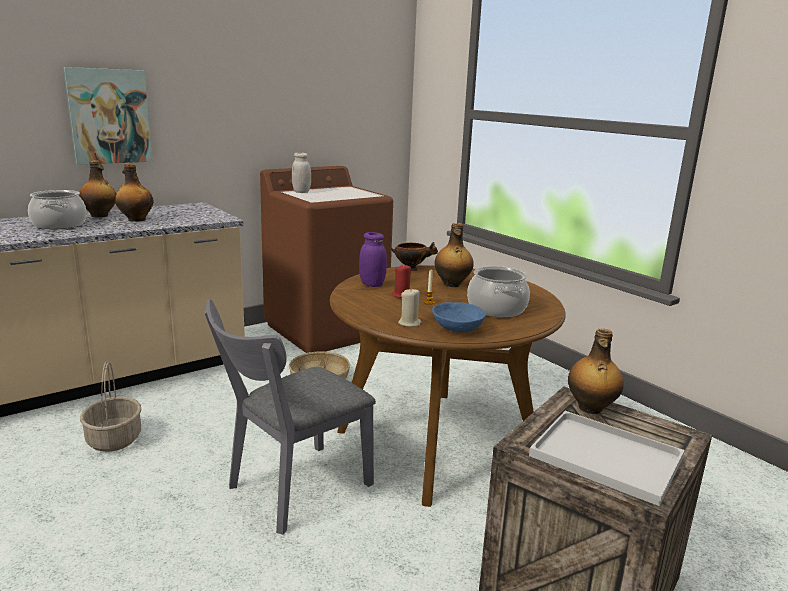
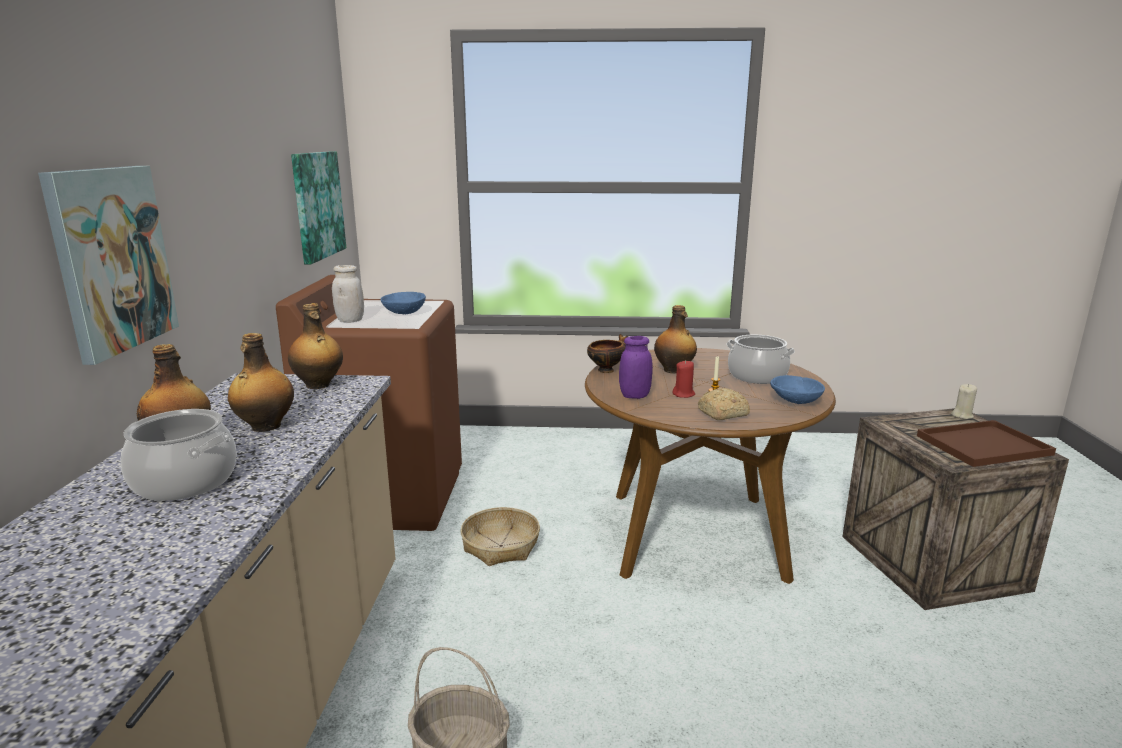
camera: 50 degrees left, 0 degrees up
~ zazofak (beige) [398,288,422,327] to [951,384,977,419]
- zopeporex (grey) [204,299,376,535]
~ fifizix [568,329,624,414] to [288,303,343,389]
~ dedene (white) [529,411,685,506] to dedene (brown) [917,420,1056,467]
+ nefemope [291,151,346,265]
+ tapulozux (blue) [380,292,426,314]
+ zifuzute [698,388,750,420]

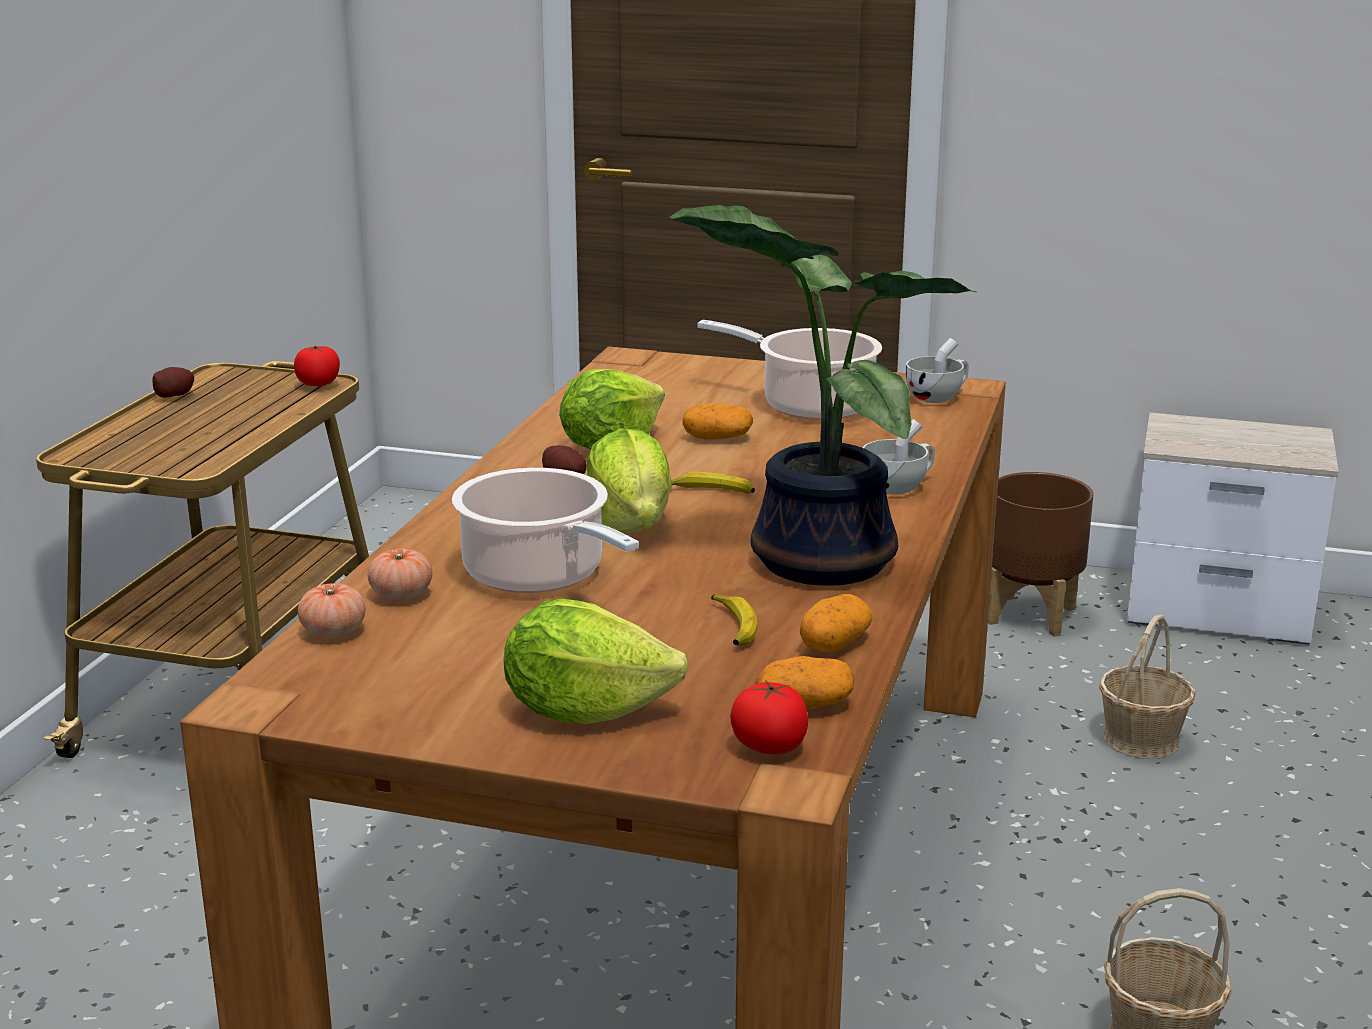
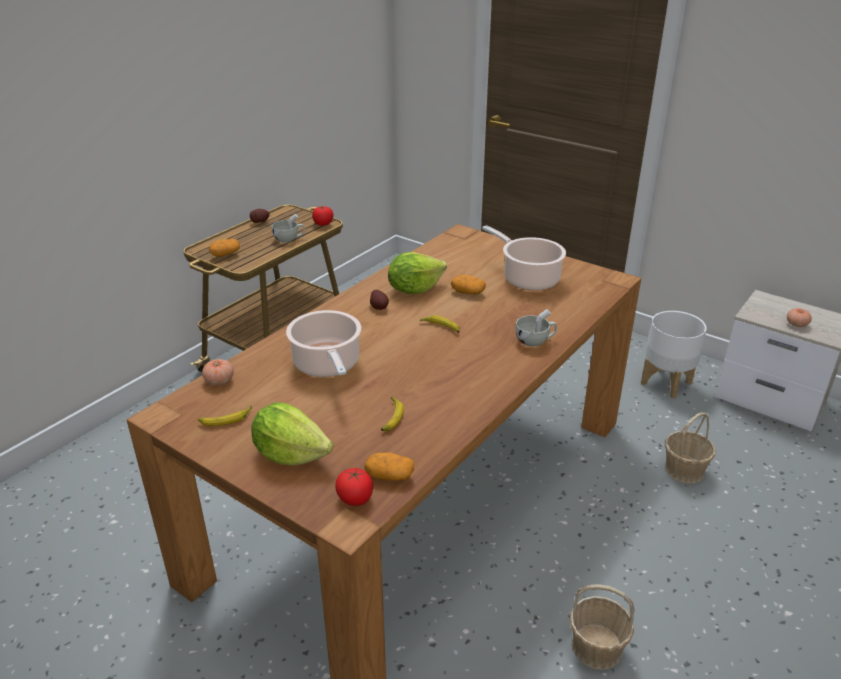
camera: 20 degrees right, 10 degrees up
- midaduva [669,205,977,586]
~ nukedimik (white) [905,338,969,403] to [272,214,305,243]
- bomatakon [587,428,672,532]
~ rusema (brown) [988,472,1093,637] to rusema (white) [641,311,707,398]
~ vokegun [368,549,433,600] to [787,308,812,327]
~ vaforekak [800,594,873,653] to [209,239,240,257]
+ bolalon [198,406,252,426]

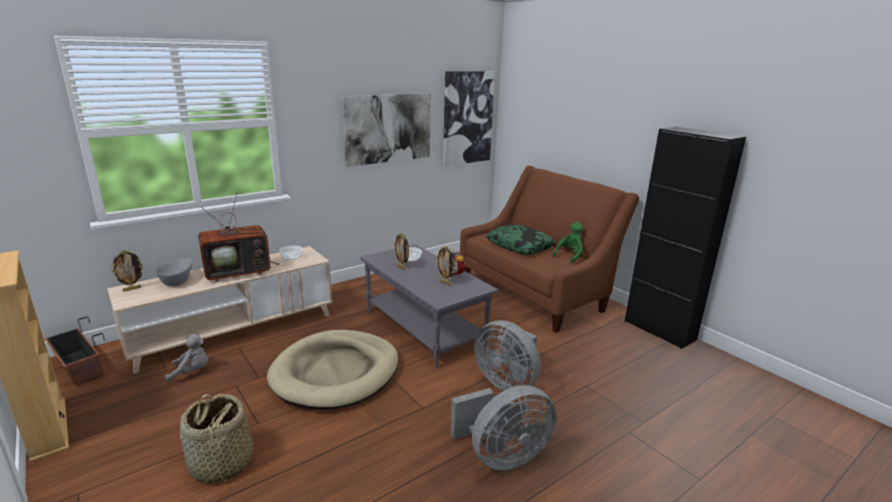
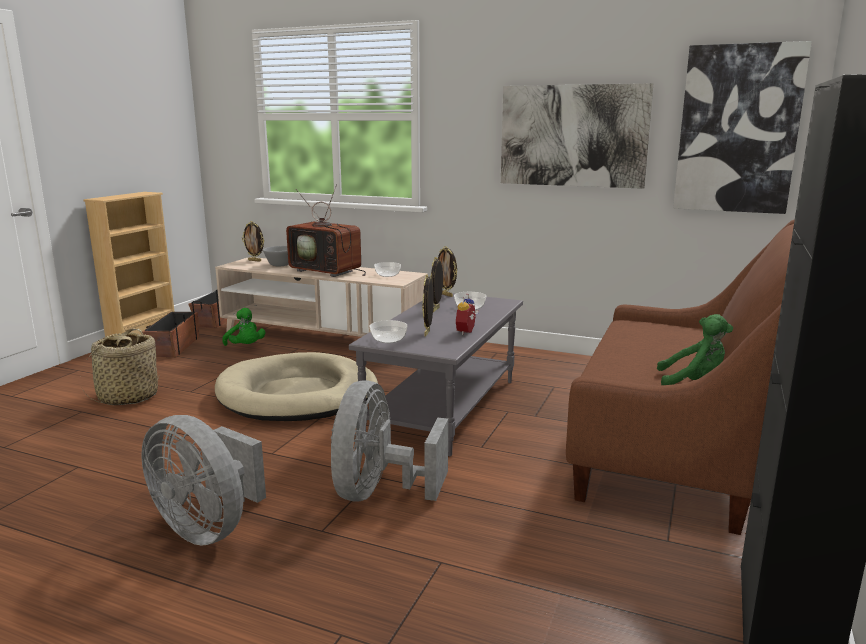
camera: 60 degrees right, 5 degrees down
- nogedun [486,224,555,255]
~ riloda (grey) [165,334,208,382] to riloda (green) [222,308,266,346]
+ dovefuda [437,246,457,297]
+ rusema [142,301,202,357]
+ tapulozux [369,320,407,343]

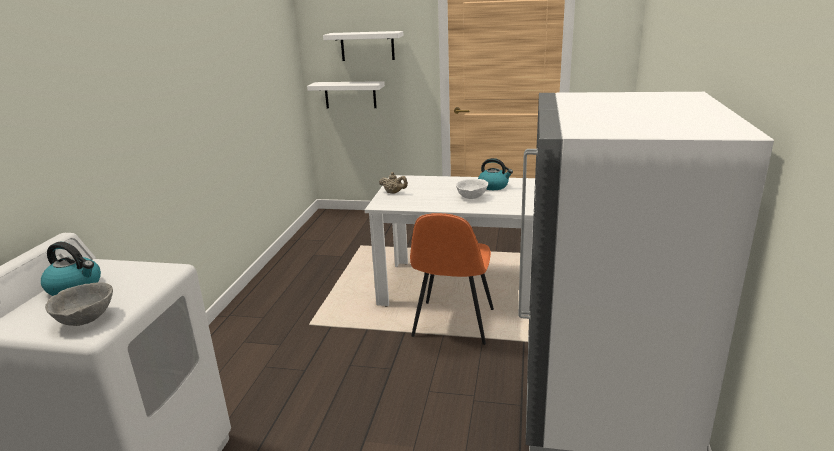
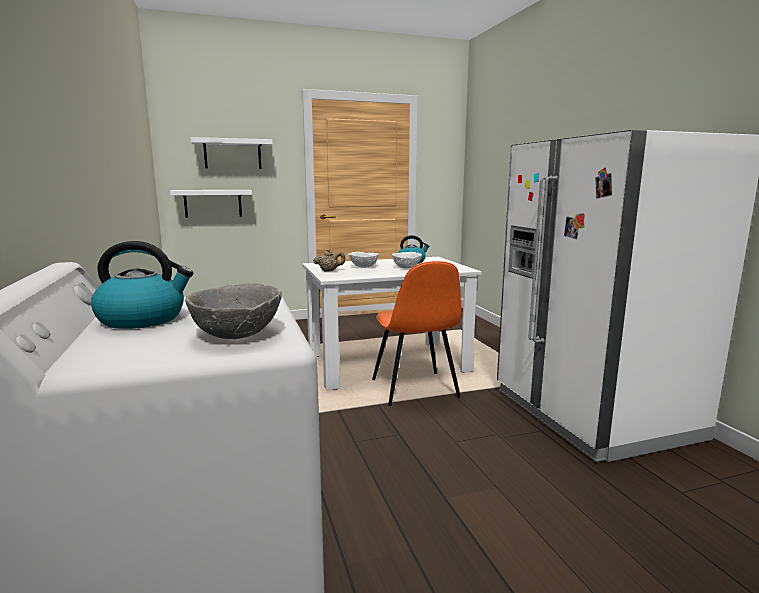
camera: 30 degrees left, 10 degrees down
+ tapulozux (white) [348,252,379,268]

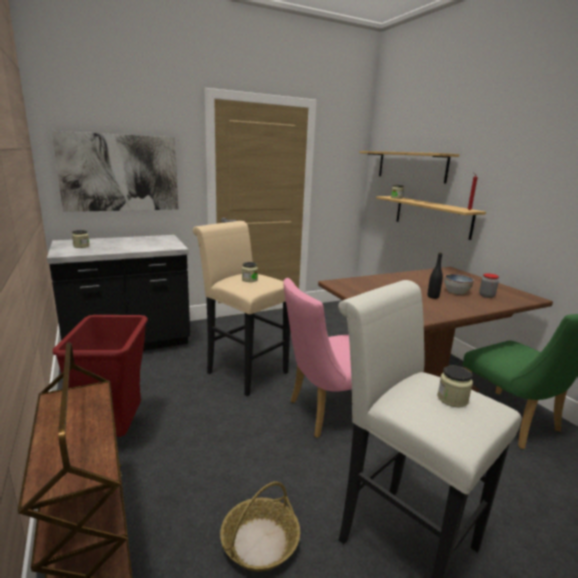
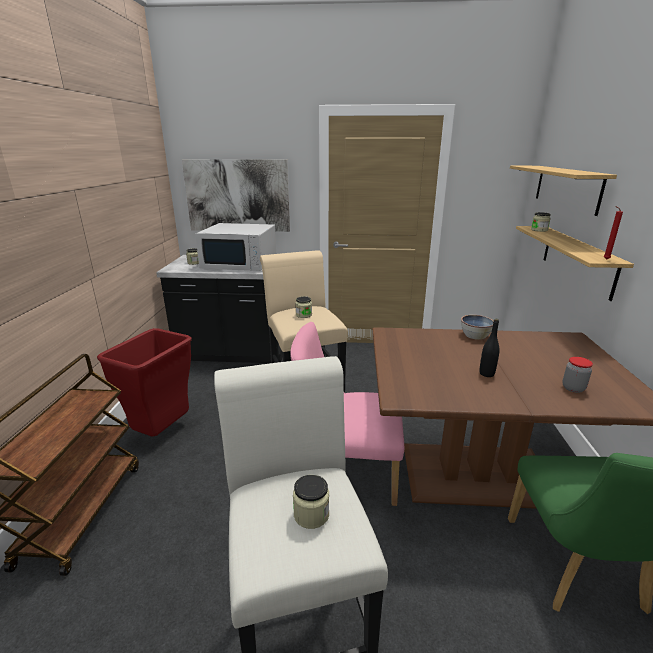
camera: 30 degrees right, 5 degrees up
~ tapulozux [444,274,474,294] to [461,315,493,340]
- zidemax [220,482,300,572]
+ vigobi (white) [195,223,276,271]

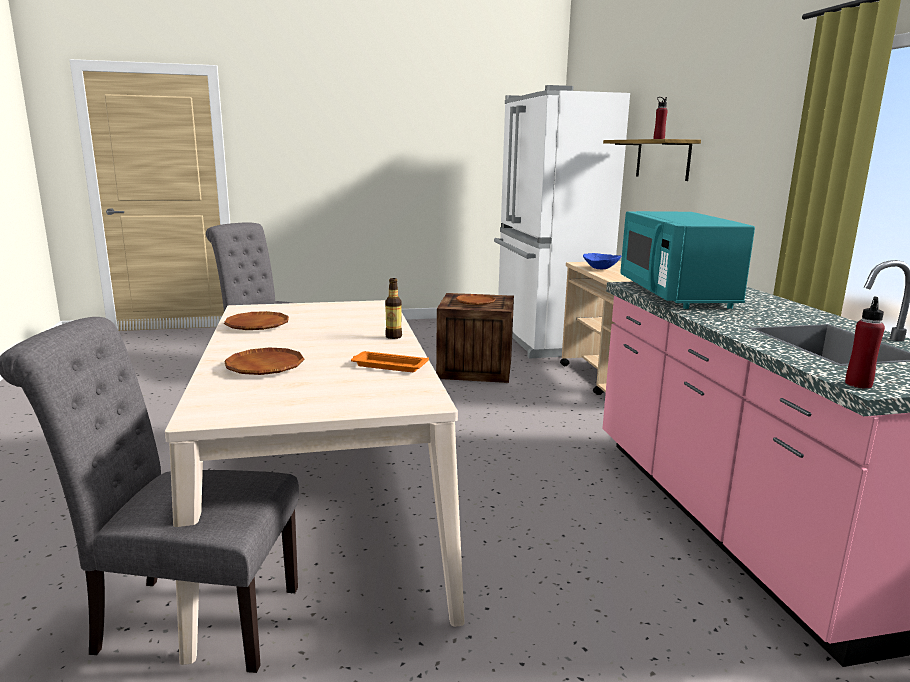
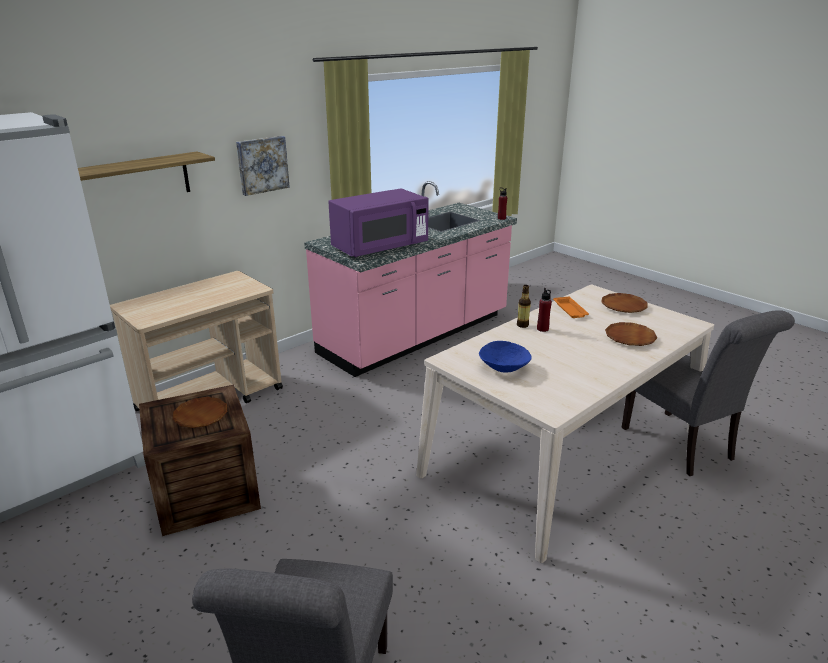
camera: 120 degrees left, 10 degrees up
~ fifizix (red) [654,97,668,139] to [537,288,552,332]
~ vigobi (turquoise) [620,211,755,309] to vigobi (purple) [328,188,429,257]
~ tapulozux (blue) [583,253,621,269] to [479,341,532,373]
~ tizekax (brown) [224,311,289,330] to [601,293,648,313]
+ nefemope [236,136,290,196]

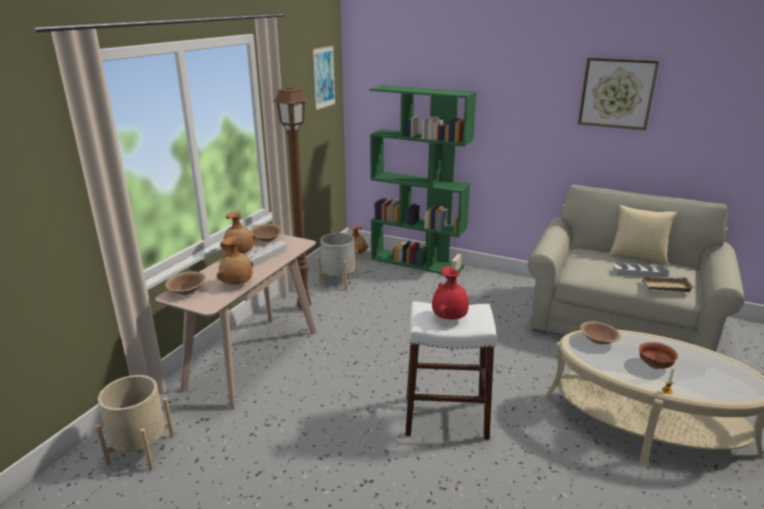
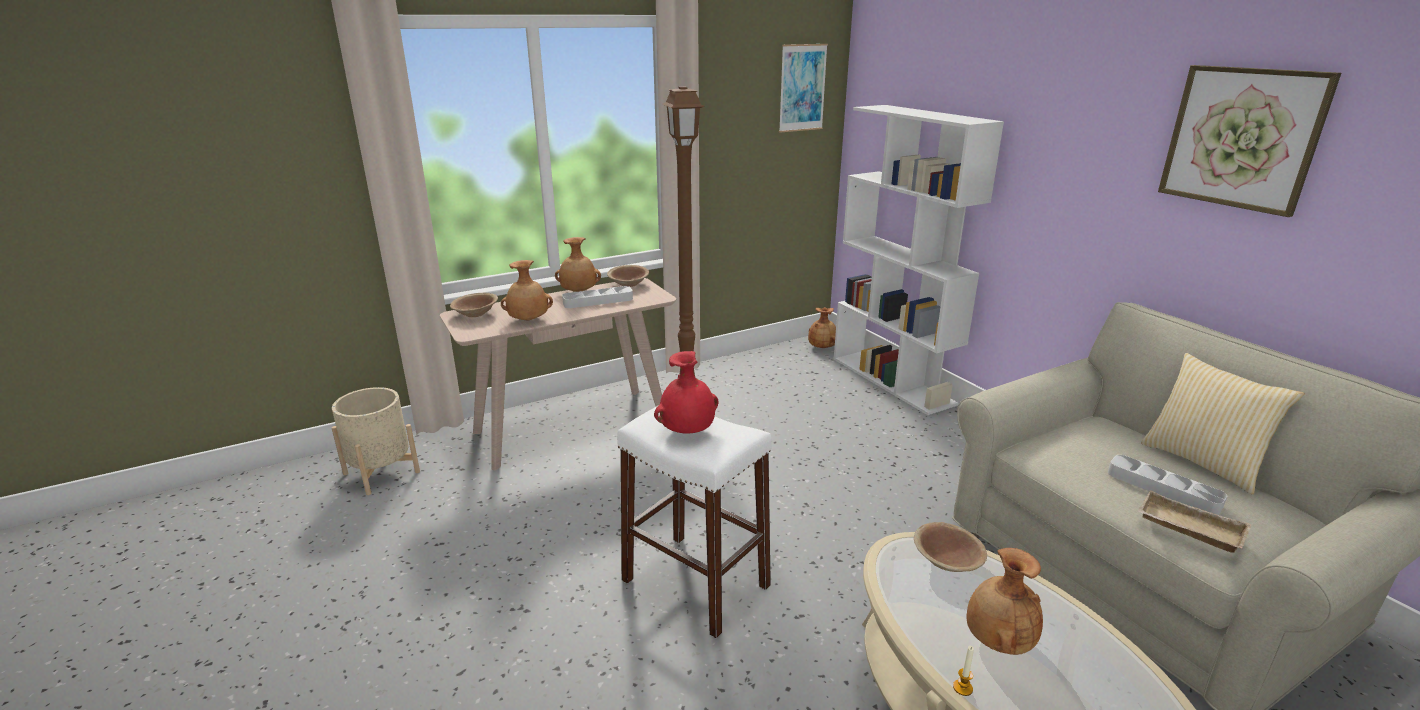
camera: 35 degrees right, 0 degrees up
~ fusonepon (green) [370,85,477,274] to fusonepon (white) [834,105,1004,415]
- rusema (grey) [317,233,359,290]
~ tapulozux [639,342,678,369] to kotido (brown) [967,548,1043,655]

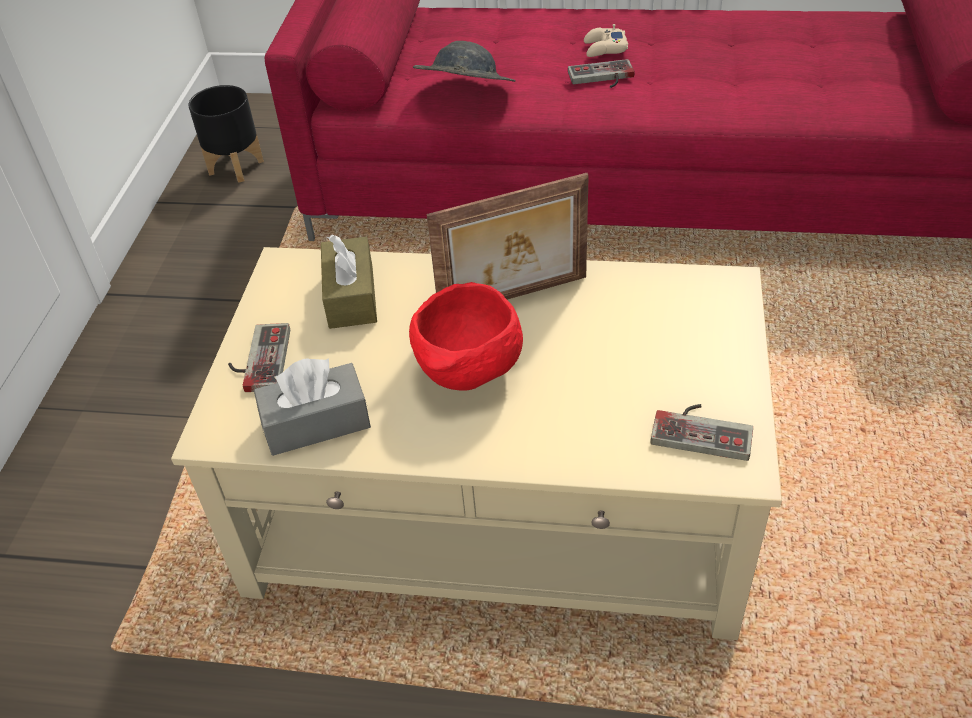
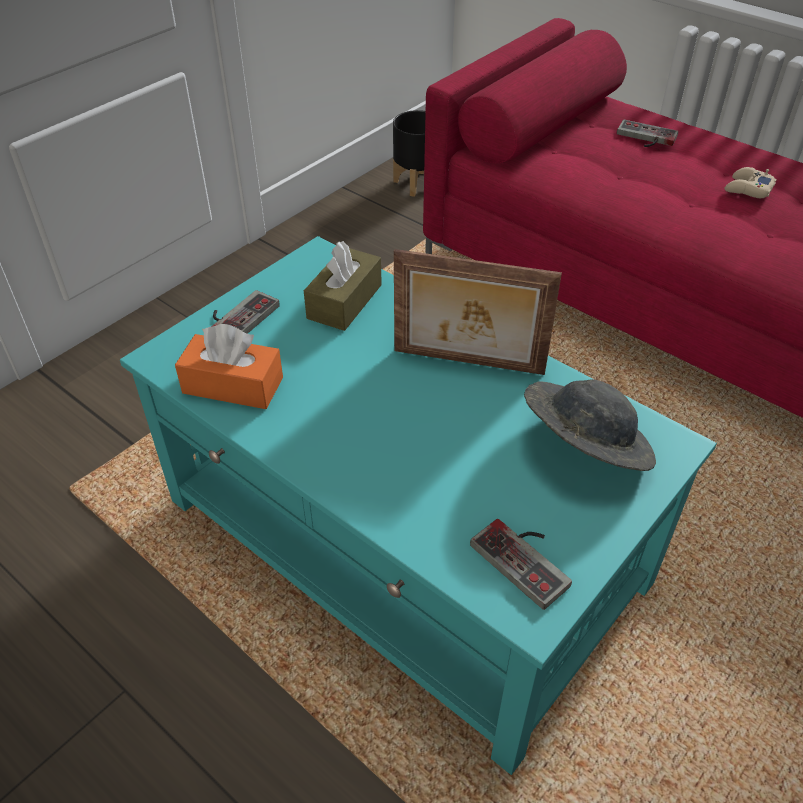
camera: 30 degrees right, 0 degrees up
~ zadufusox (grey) [413,41,516,82] to [524,379,656,471]
~ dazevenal [568,59,635,88] to [617,120,678,147]
~ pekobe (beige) [171,247,782,640] to pekobe (turquoise) [120,236,717,775]
- tapulozux (red) [409,282,523,390]
~ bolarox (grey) [254,358,371,456] to bolarox (orange) [175,324,283,409]

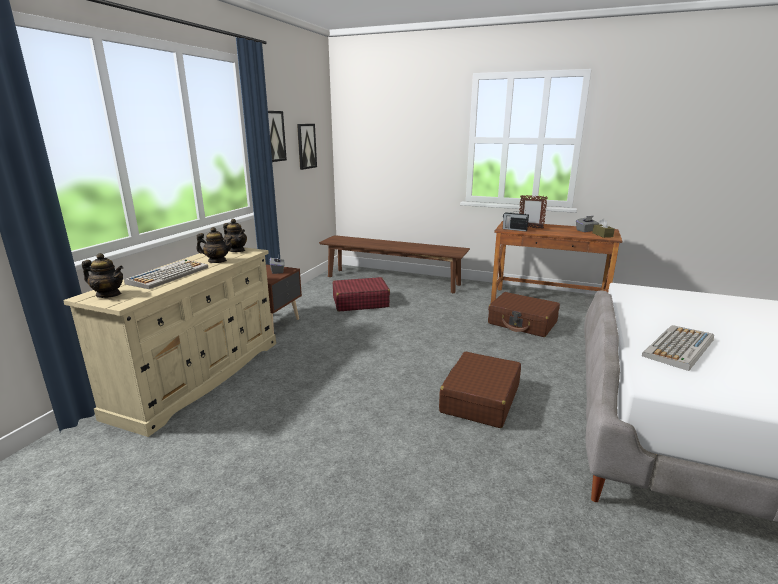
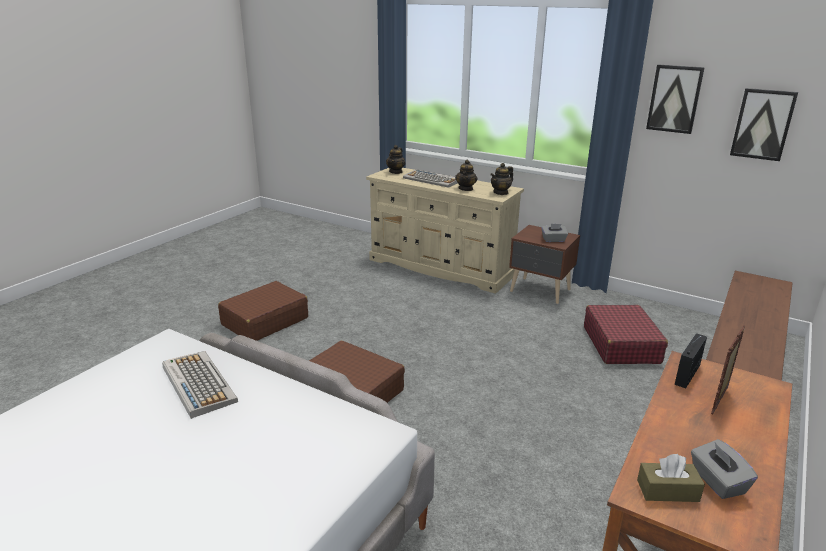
camera: 100 degrees right, 5 degrees up
~ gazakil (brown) [488,292,560,337] to [218,281,308,341]

